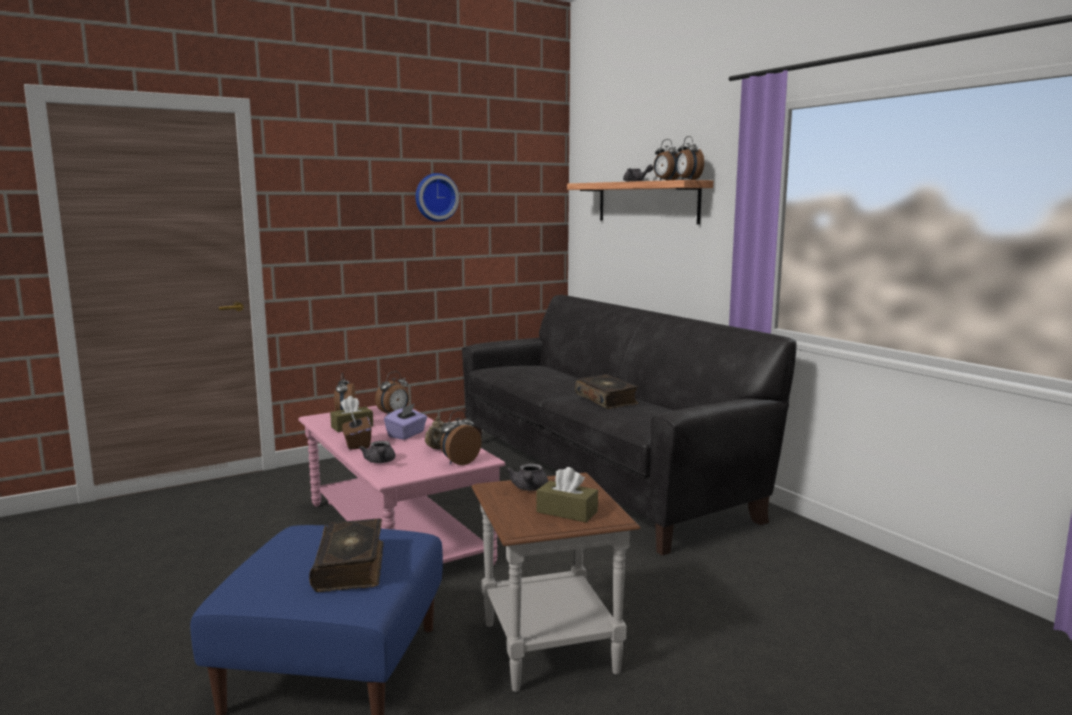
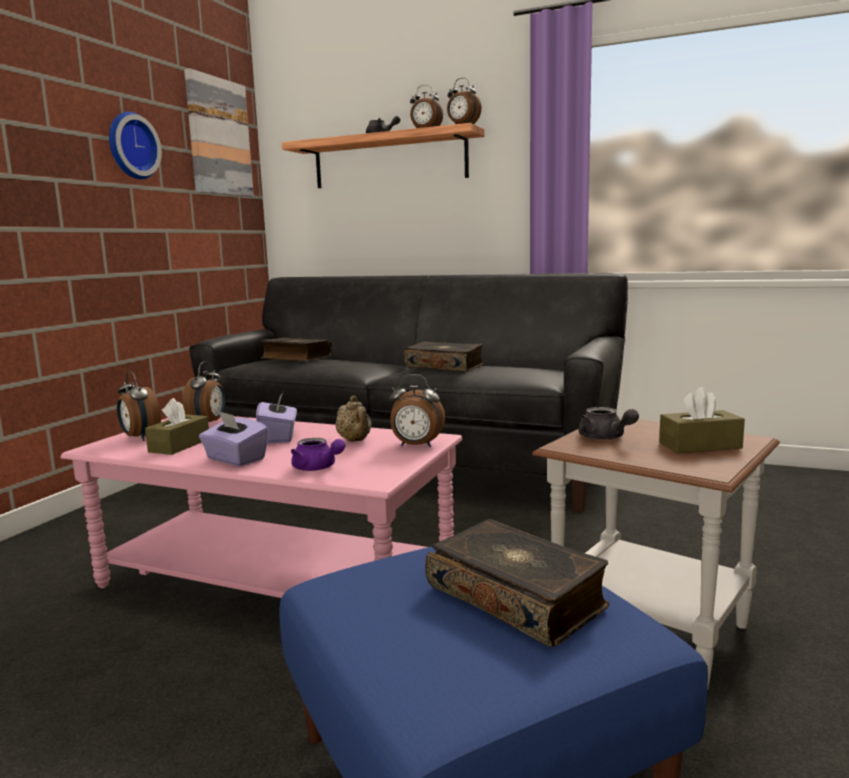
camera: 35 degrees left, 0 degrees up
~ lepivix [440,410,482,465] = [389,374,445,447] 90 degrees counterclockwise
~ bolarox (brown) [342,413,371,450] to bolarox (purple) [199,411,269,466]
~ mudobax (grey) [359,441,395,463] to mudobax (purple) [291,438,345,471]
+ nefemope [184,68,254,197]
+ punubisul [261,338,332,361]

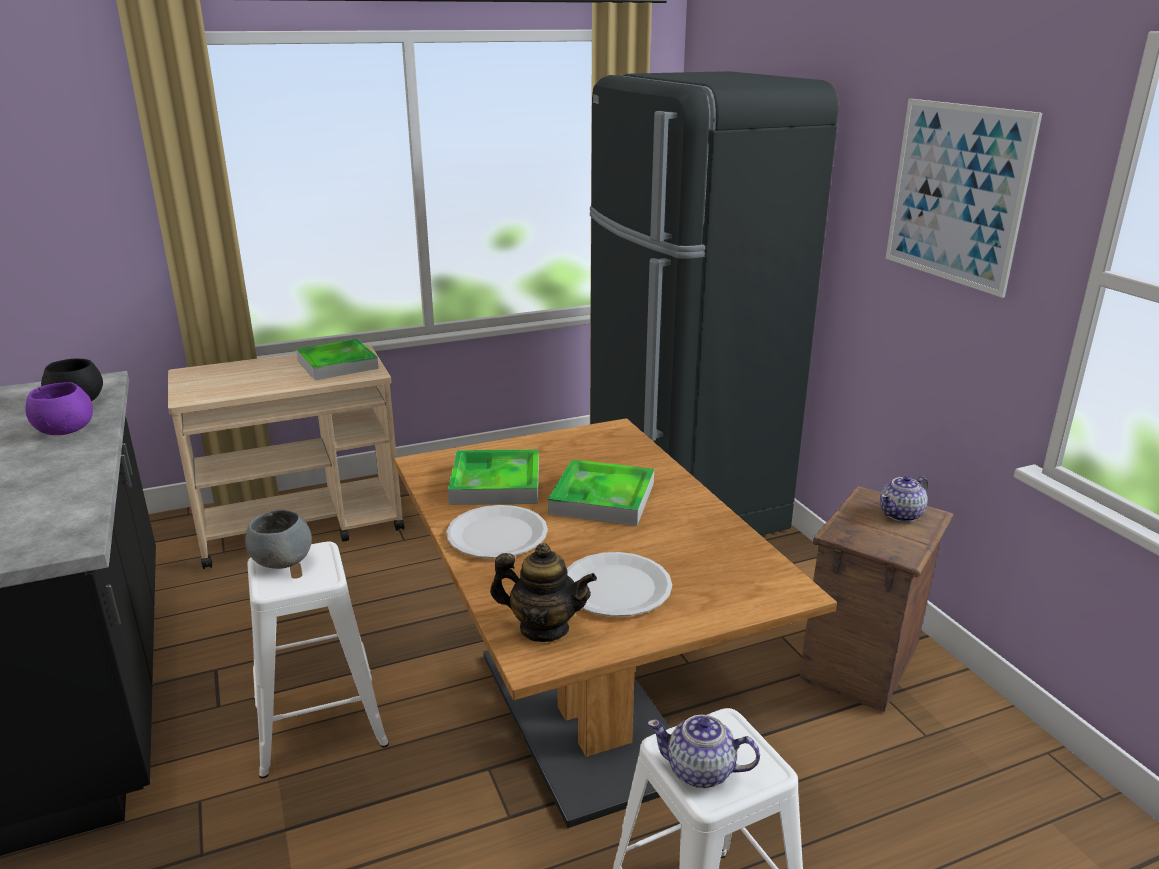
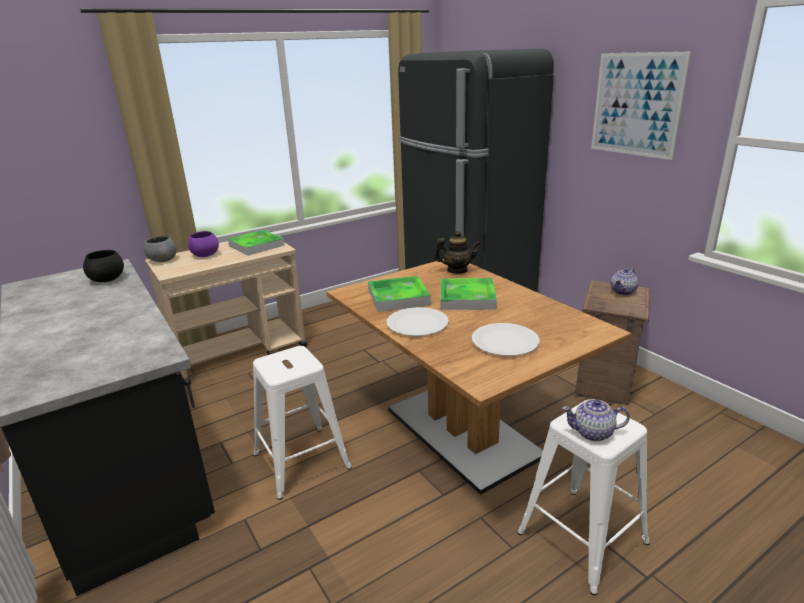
camera: 10 degrees left, 0 degrees up
~ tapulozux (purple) [25,382,93,435] to [188,231,219,257]
~ tapulozux (grey) [245,510,312,569] to [144,236,177,262]
~ mudobax [490,543,597,642] to [434,230,481,274]

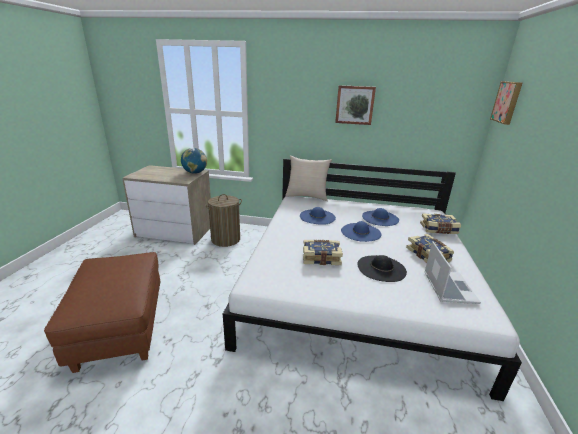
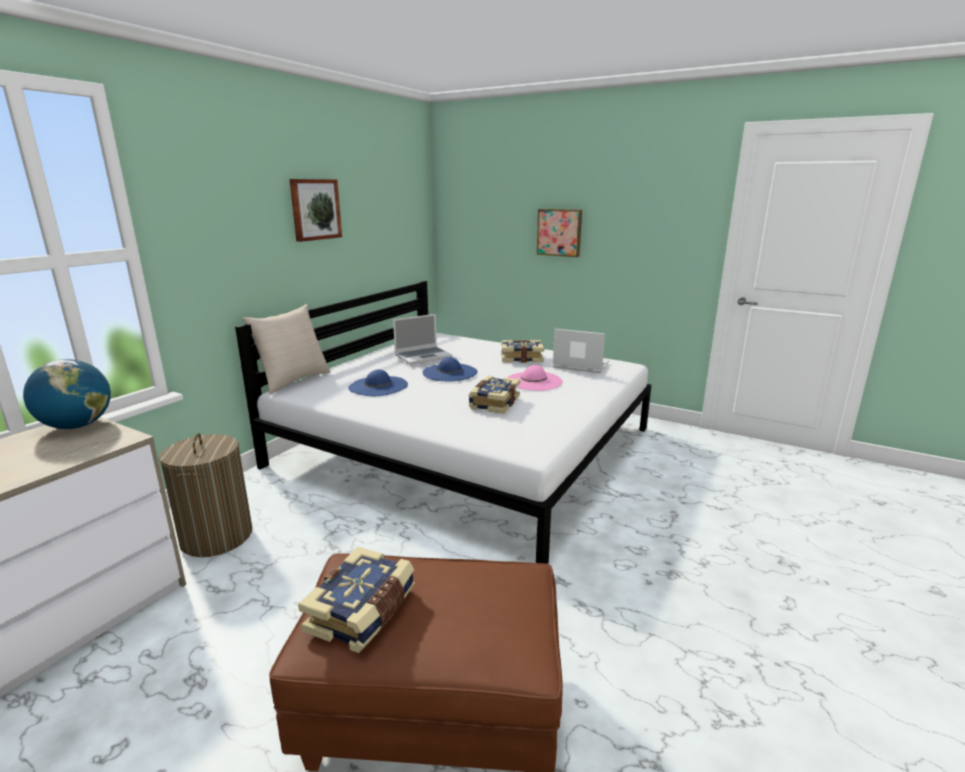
camera: 70 degrees left, 5 degrees down
~ nefemope [490,81,522,125] to [537,209,582,257]
~ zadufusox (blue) [362,208,399,226] to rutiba [393,314,452,365]
~ punubisul [420,213,461,234] to [298,546,415,653]
~ zadufusox (black) [357,255,407,282] to zadufusox (pink) [508,365,563,391]

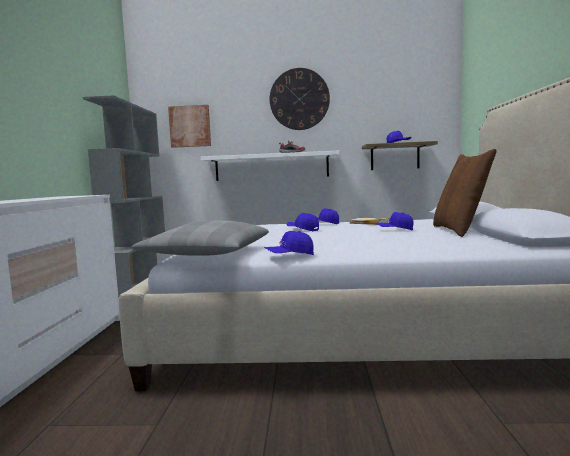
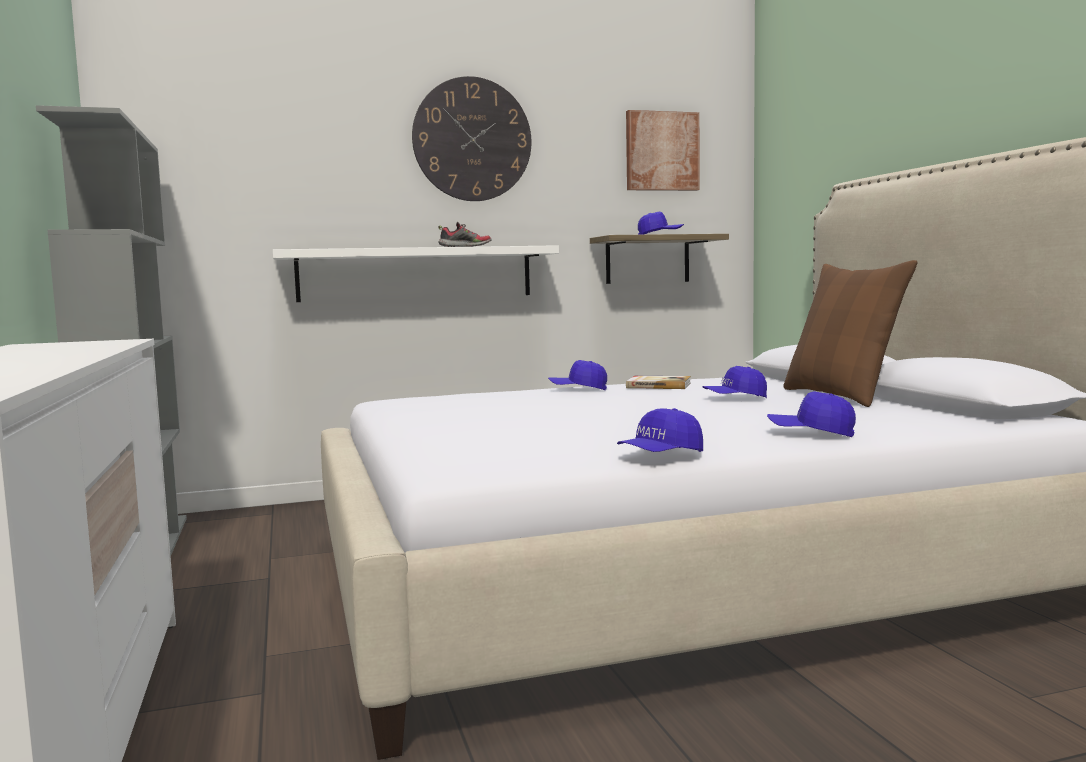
camera: 20 degrees left, 0 degrees up
~ nefemope [168,105,211,148] to [626,110,700,191]
~ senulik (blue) [287,213,319,231] to [767,391,856,437]
- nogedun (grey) [132,220,269,256]

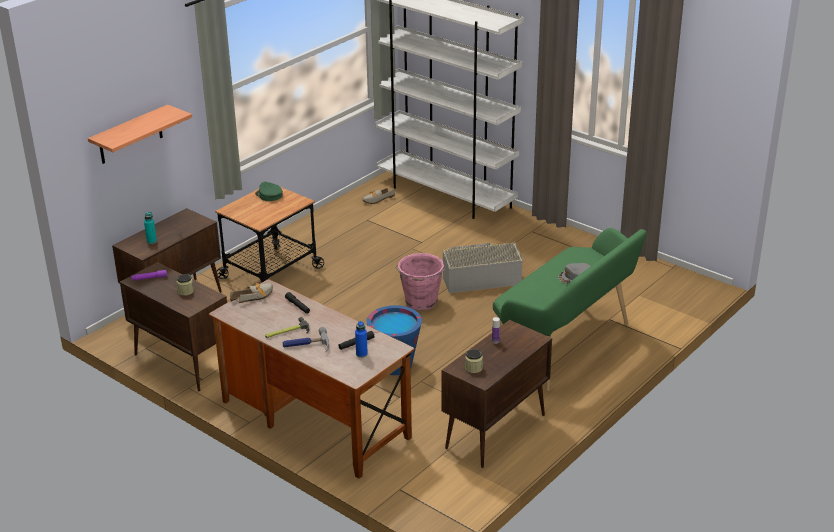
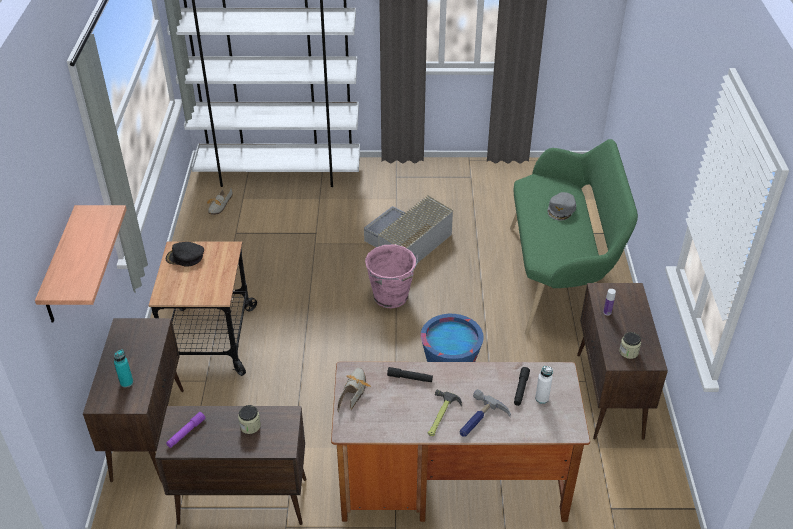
camera: 40 degrees left, 10 degrees up
~ senulik (green) [255,182,283,201] to senulik (black) [166,242,204,267]
~ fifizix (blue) [355,321,368,358] to fifizix (white) [535,366,553,404]

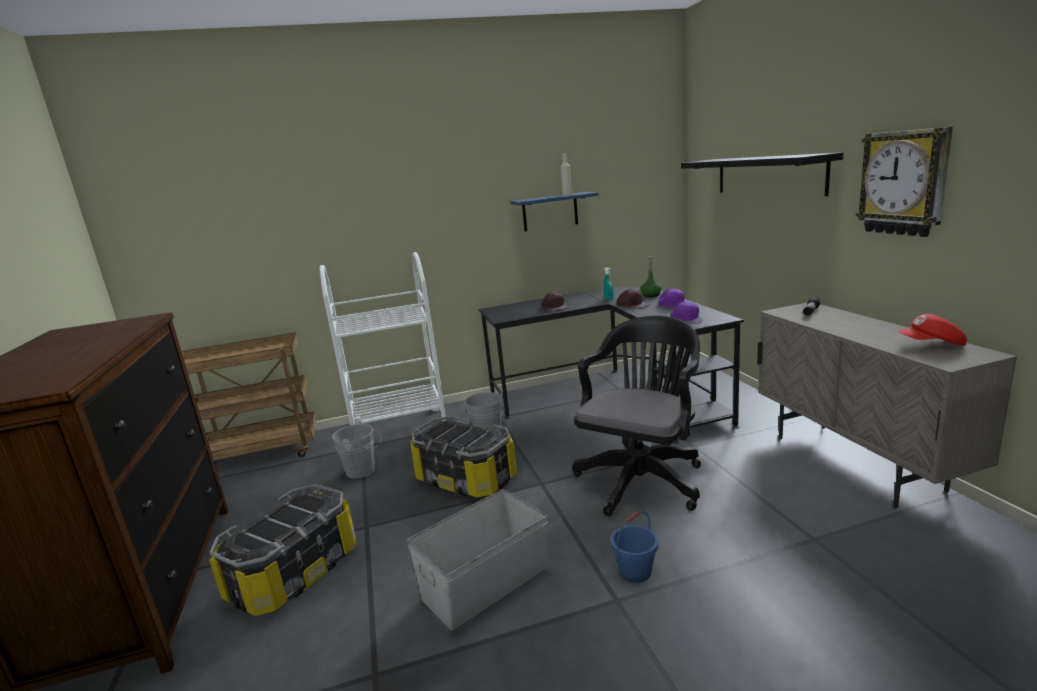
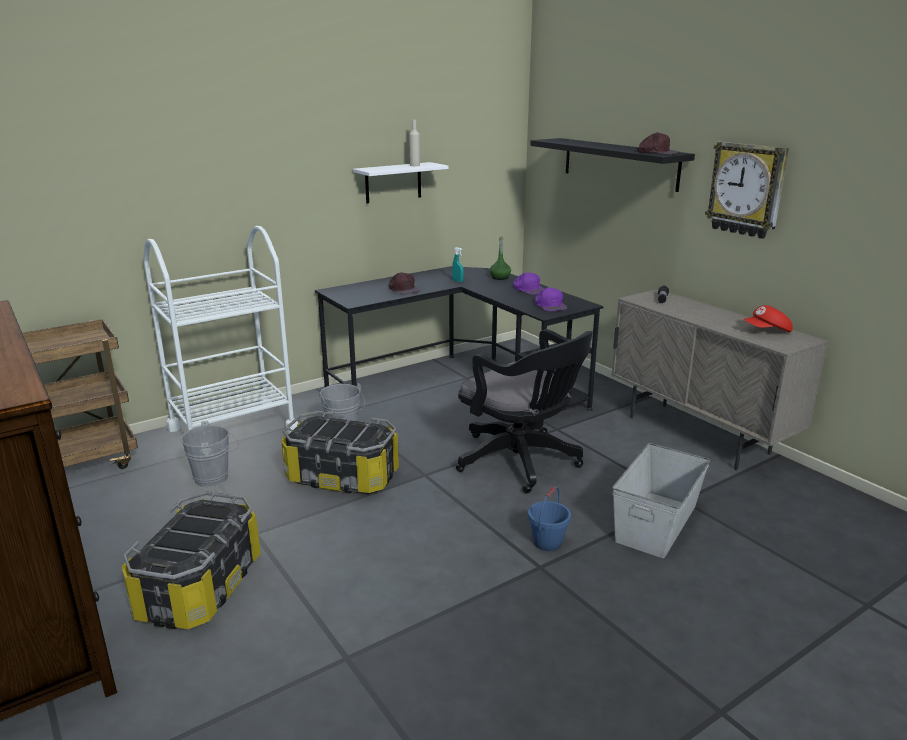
camera: 20 degrees left, 5 degrees up
~ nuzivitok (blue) [510,192,598,232] to nuzivitok (white) [353,162,449,203]
~ senulik (brown) [617,289,650,309] to [637,132,679,155]
~ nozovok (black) [572,316,701,516] = [456,329,593,494] 120 degrees clockwise
~ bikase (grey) [407,489,548,631] to [612,443,710,558]

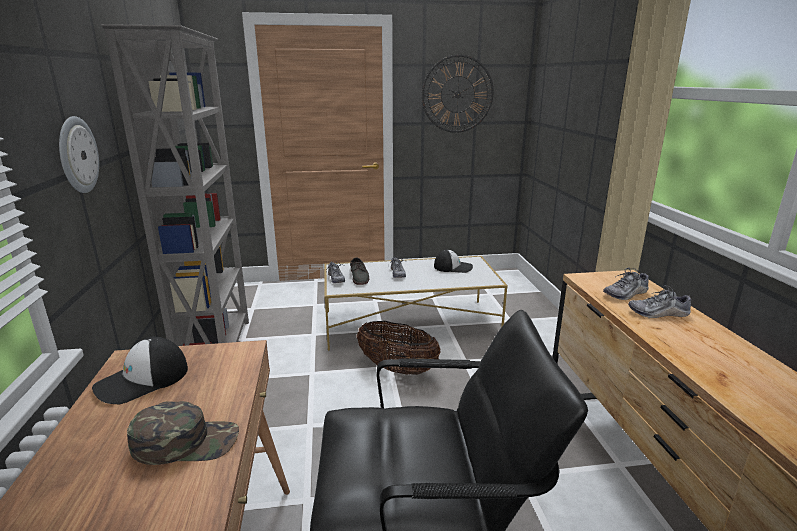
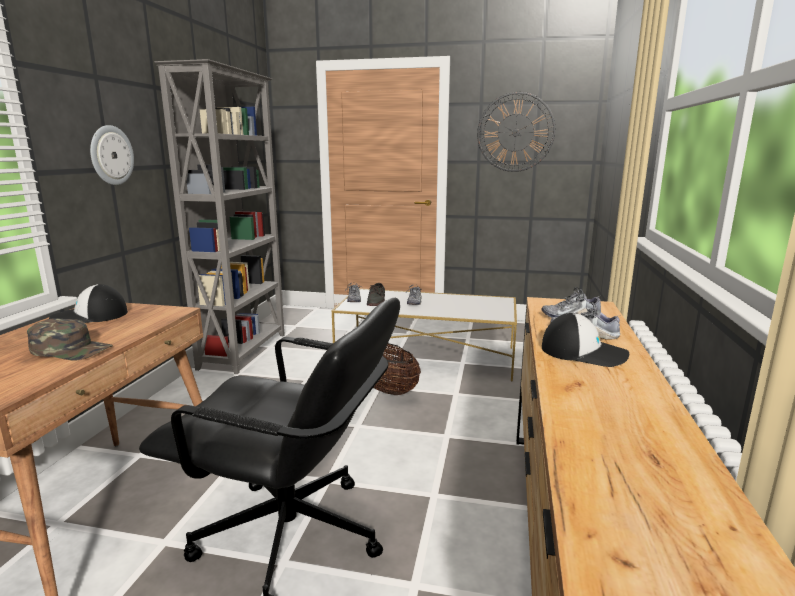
camera: 20 degrees right, 5 degrees down
~ senulik [434,249,473,273] to [542,313,629,367]

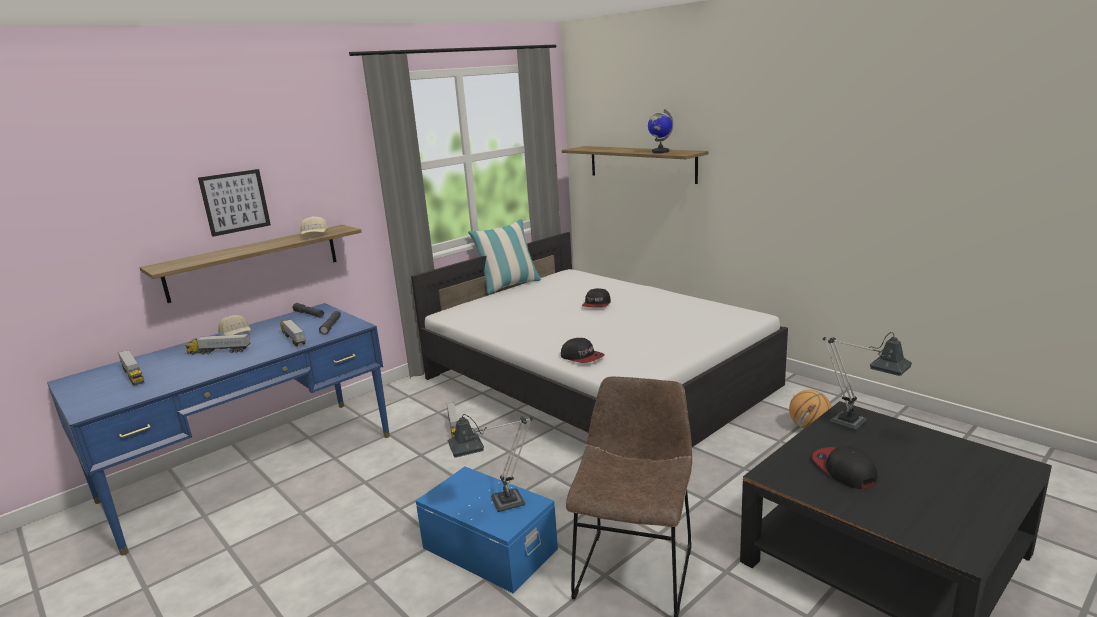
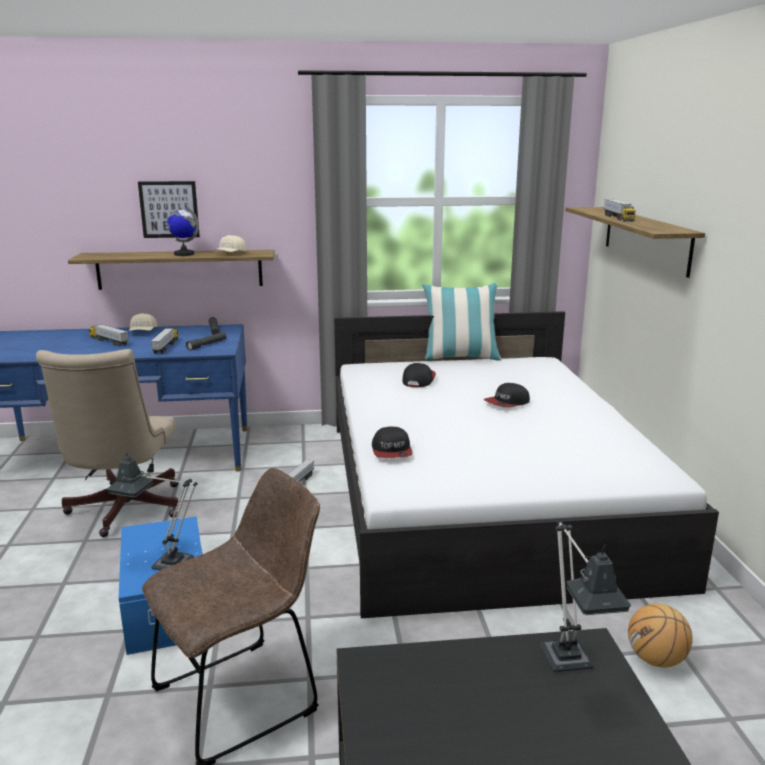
camera: 35 degrees right, 0 degrees up
~ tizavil [648,109,673,153] to [167,206,199,256]
~ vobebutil [118,350,144,385] to [604,199,636,222]
~ senulik [812,446,878,489] to [403,363,436,387]
+ nozovok (beige) [36,349,178,537]

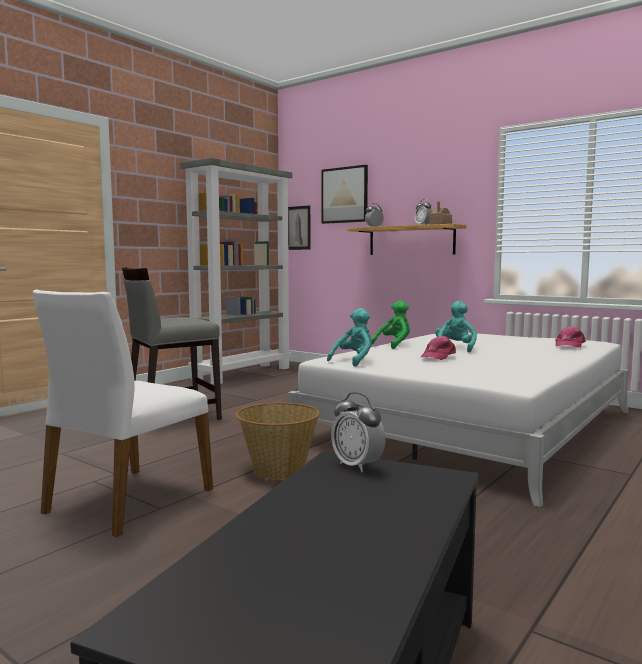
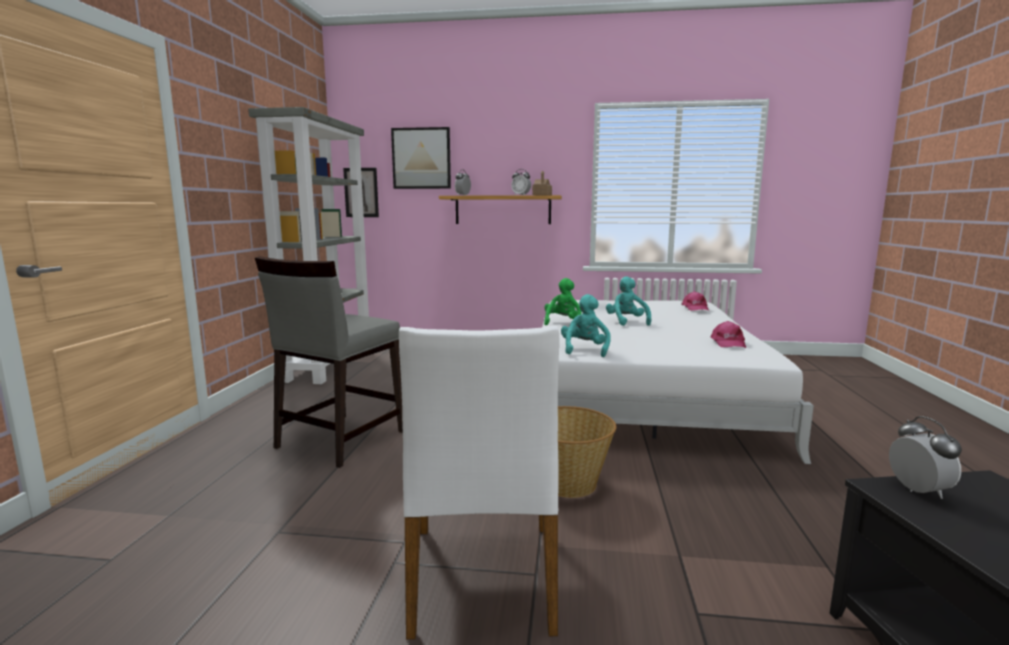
camera: 30 degrees left, 5 degrees up
~ senulik (pink) [420,335,456,360] to [710,321,746,348]
~ lepivix [331,392,386,473] = [889,416,962,499] 120 degrees counterclockwise

